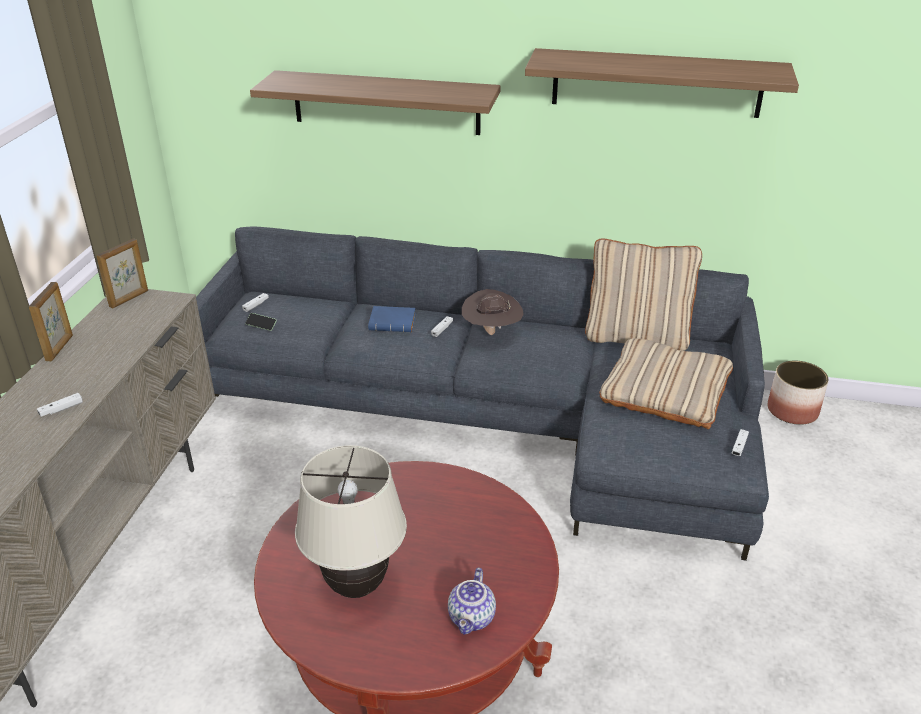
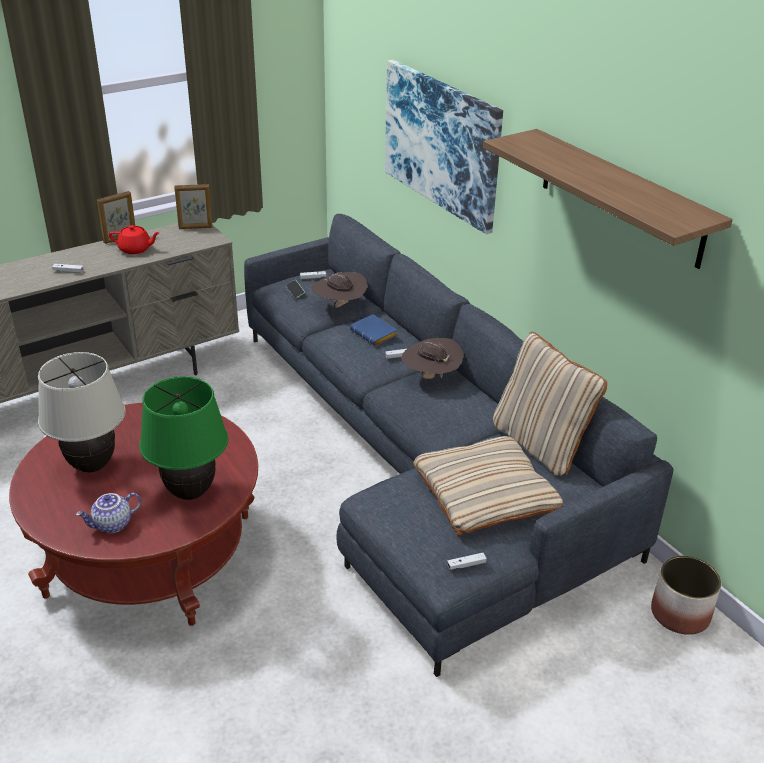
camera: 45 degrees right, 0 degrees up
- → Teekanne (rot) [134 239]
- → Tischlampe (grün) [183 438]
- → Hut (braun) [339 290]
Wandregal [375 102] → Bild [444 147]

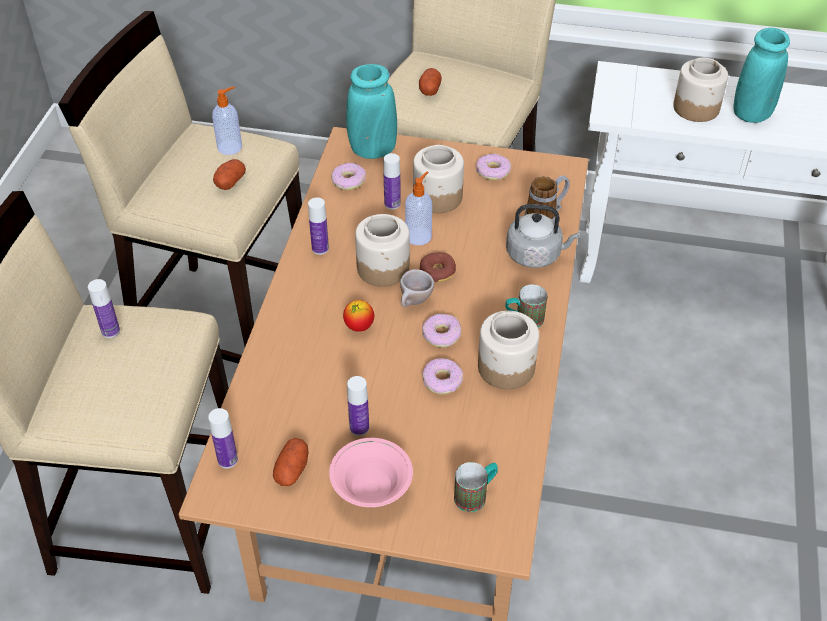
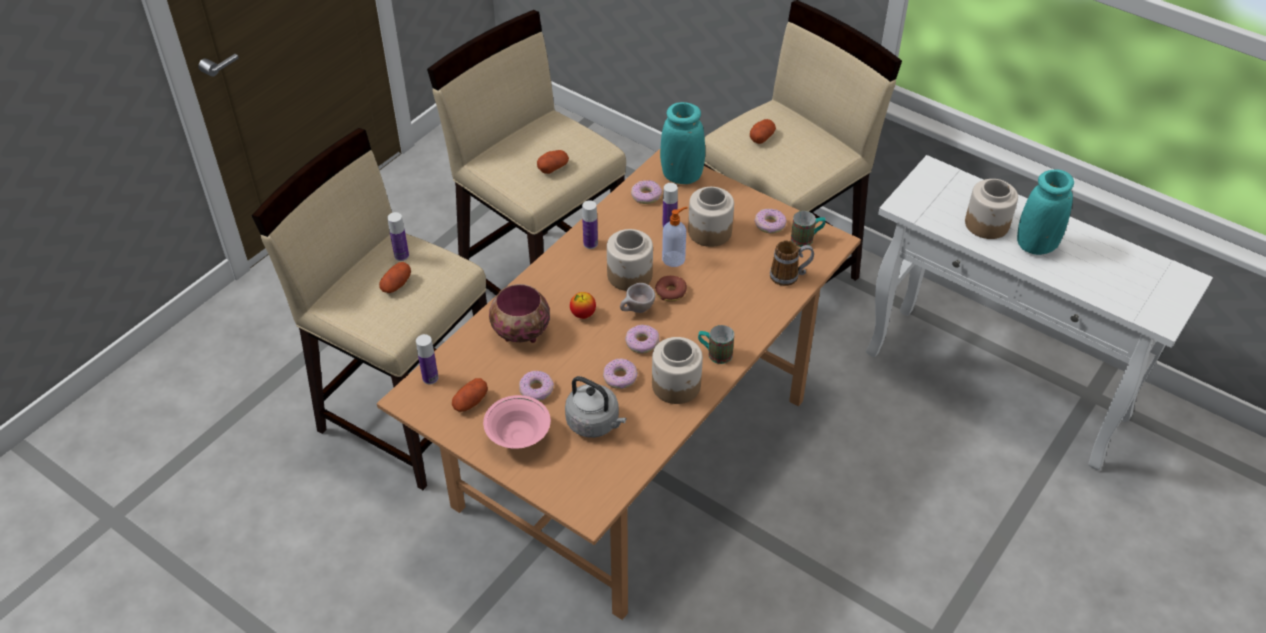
camera: 25 degrees right, 0 degrees up
Seifenspender [227 120] → -
- → Kartoffel [395 277]
- → Schüssel [519 313]
Henkelbecher [476 487] → Henkelbecher [808 229], move
Wasserkessel (grau) [543 236] → Wasserkessel (grau) [596 407], move
Flasche [358 406] → Donut [536 386]

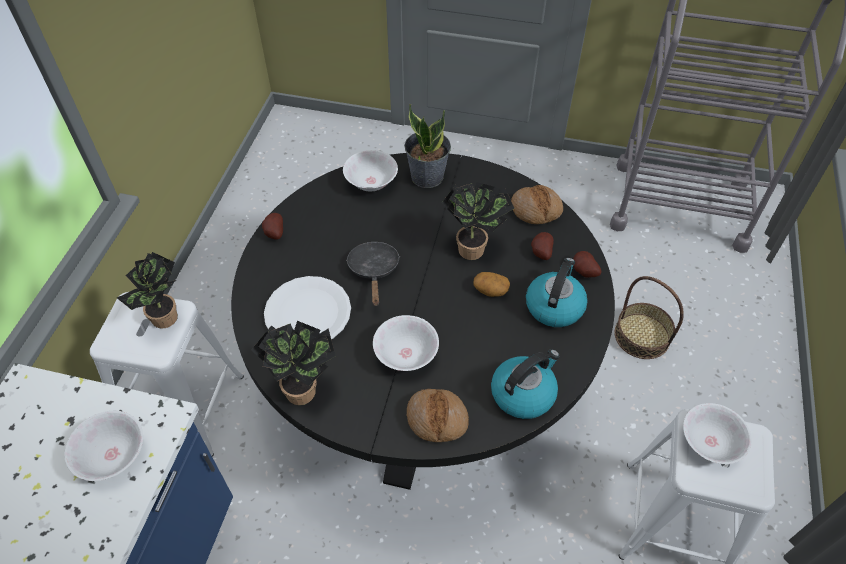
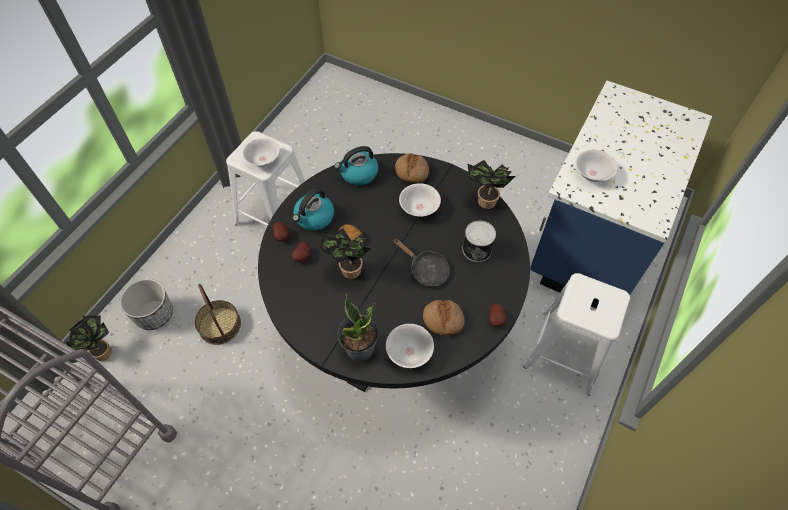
camera: 165 degrees left, 5 degrees up
- → Pflanzkübel [146 304]
Topfpflanze [147 290] → Topfpflanze [88 338], move
Brot [537 204] → Brot [444 317], move
Teller (weiß) [307 307] → Dose [479 241]
Pfanne (schwarz) [373 274] → Pfanne (schwarz) [421 263], 60 degrees counterclockwise

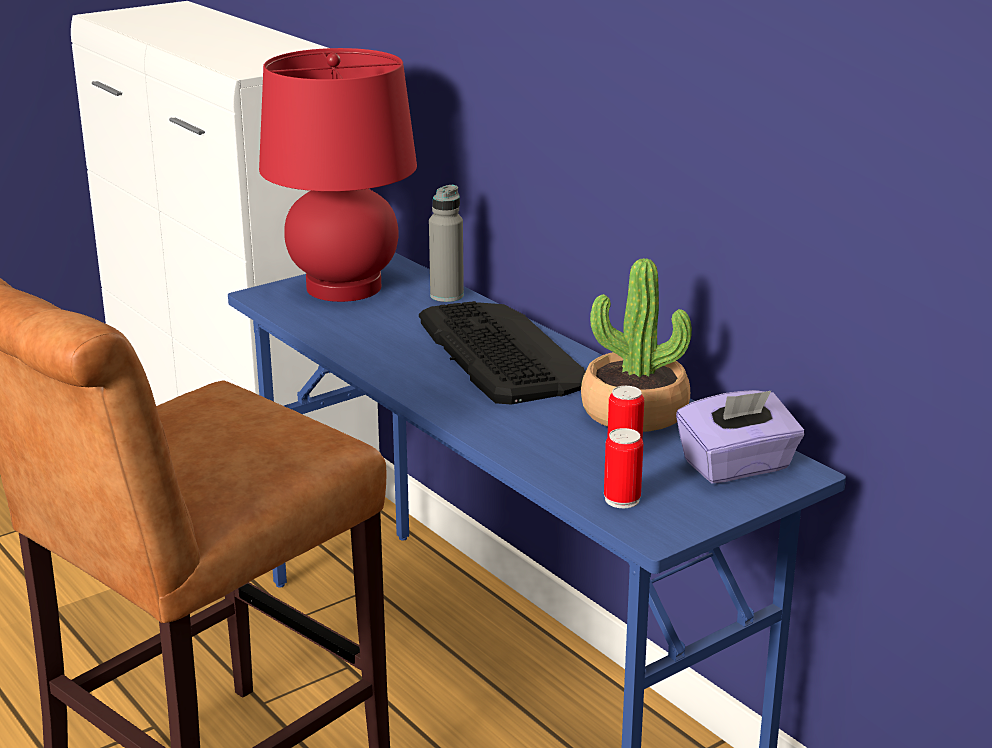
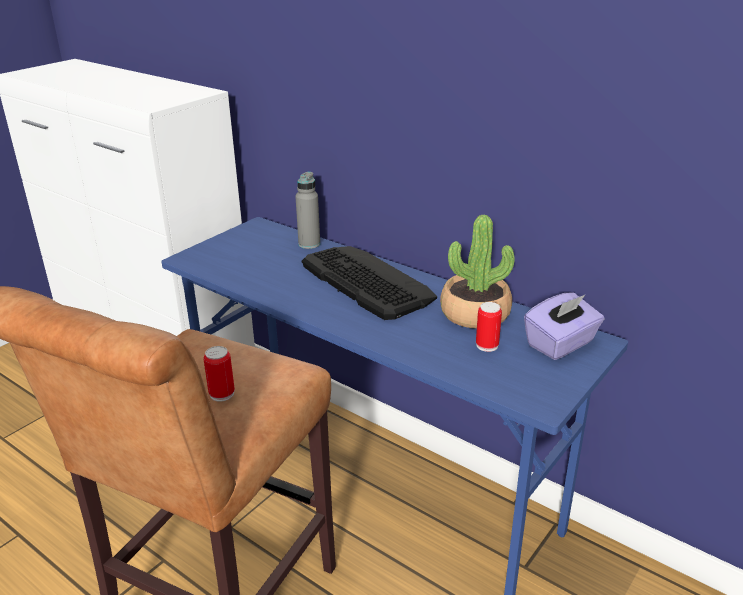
camera: 15 degrees left, 5 degrees up
Tischlampe (rot) [338 175] → -
Dose [623 468] → Dose [219 374], move

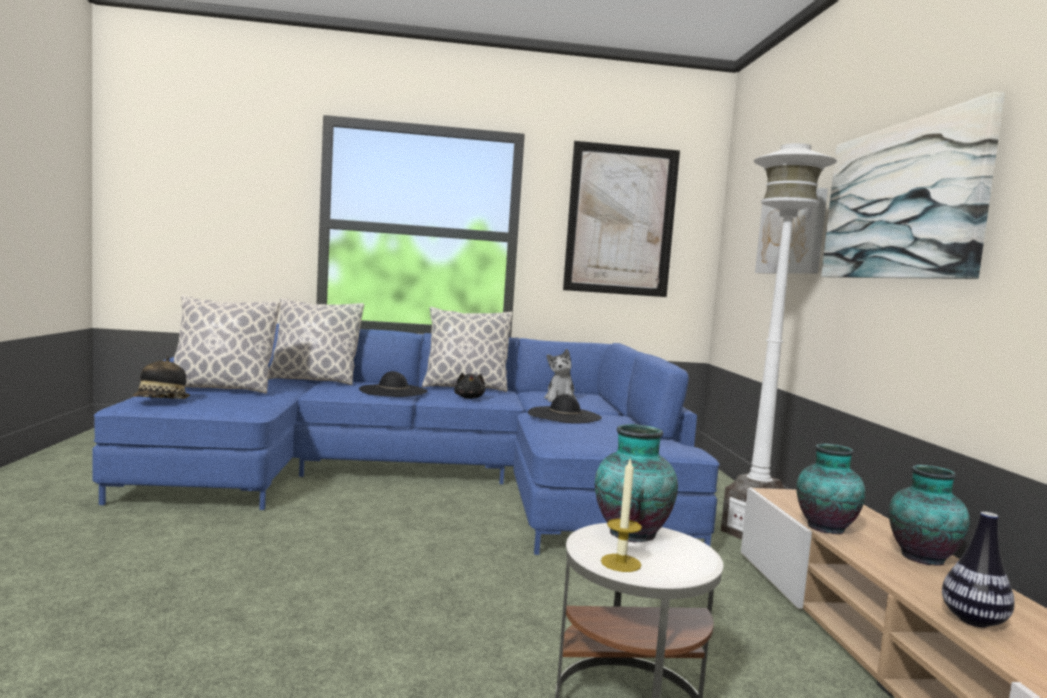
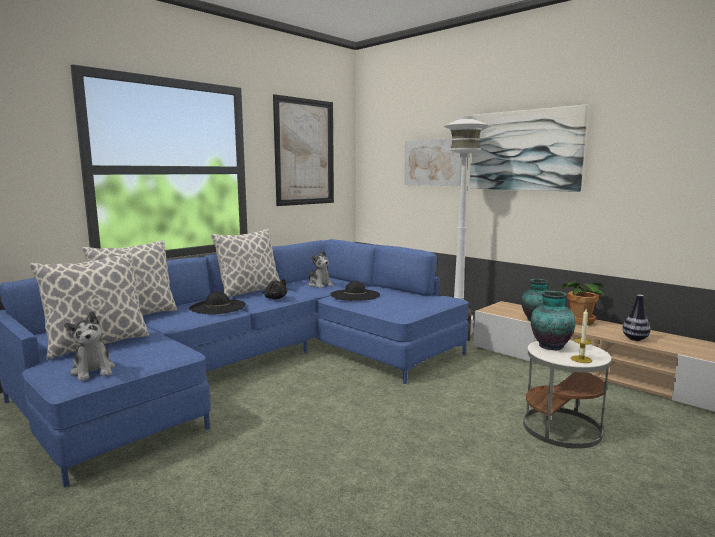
camera: 40 degrees left, 5 degrees up
Hut [161 377] → Plüschtier [89 346]
Vase [929 515] → Topfpflanze [583 303]

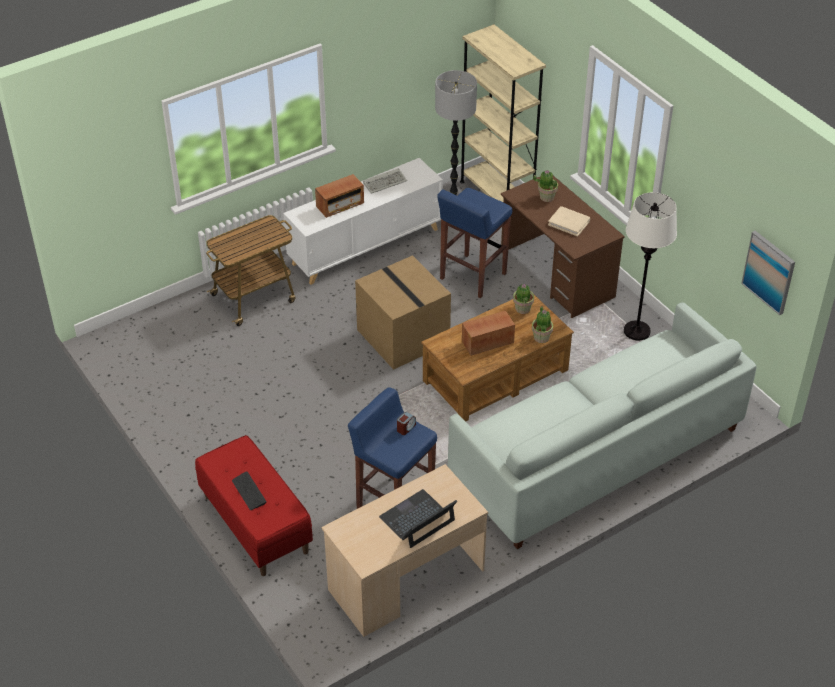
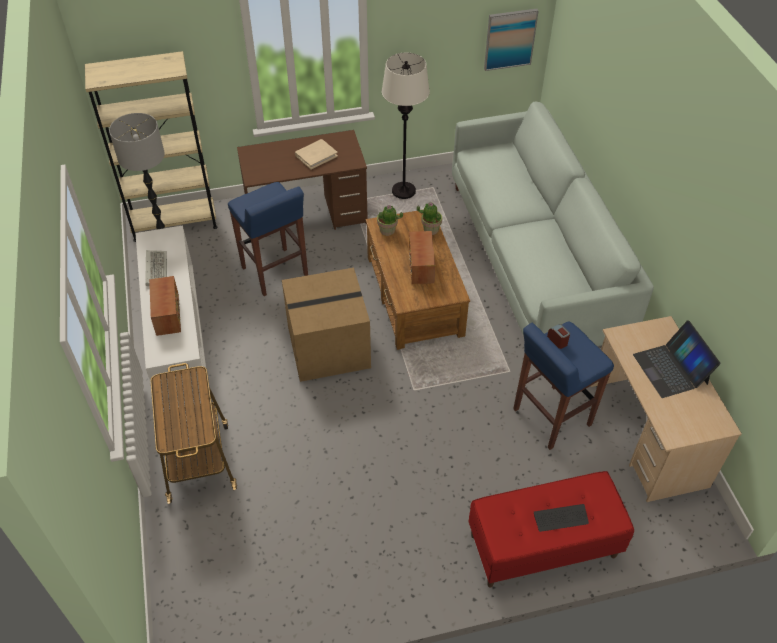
camera: 70 degrees left, 5 degrees up
Topfpflanze [545 186] → -

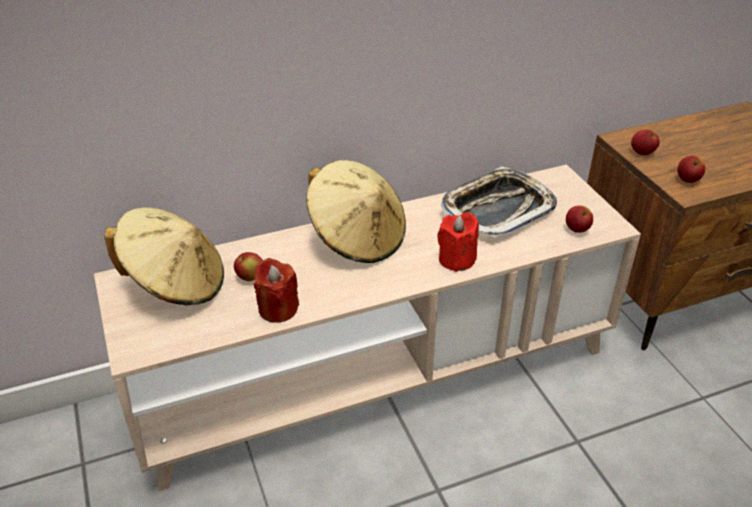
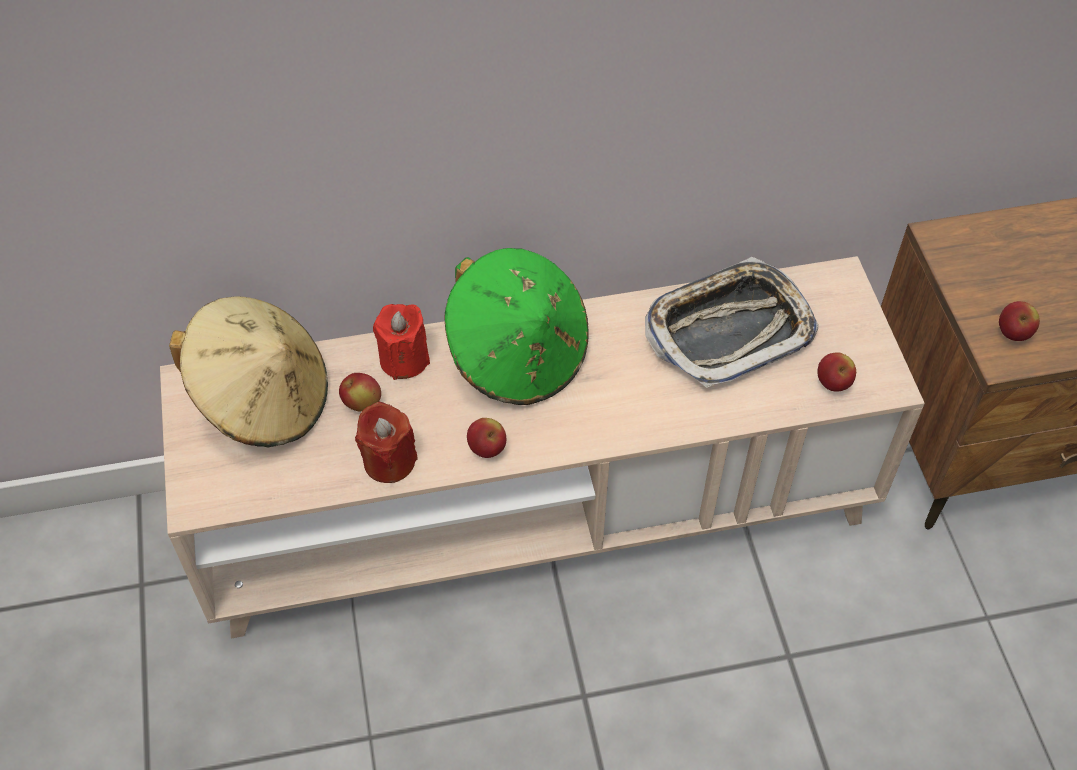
camera: 10 degrees right, 15 degrees up
Kerze (rot) [458 242] → Kerze (rot) [401 342], move
Apfel [645 142] → Apfel [486 438], move
Hut (beige) [356 211] → Hut (grün) [517 326]

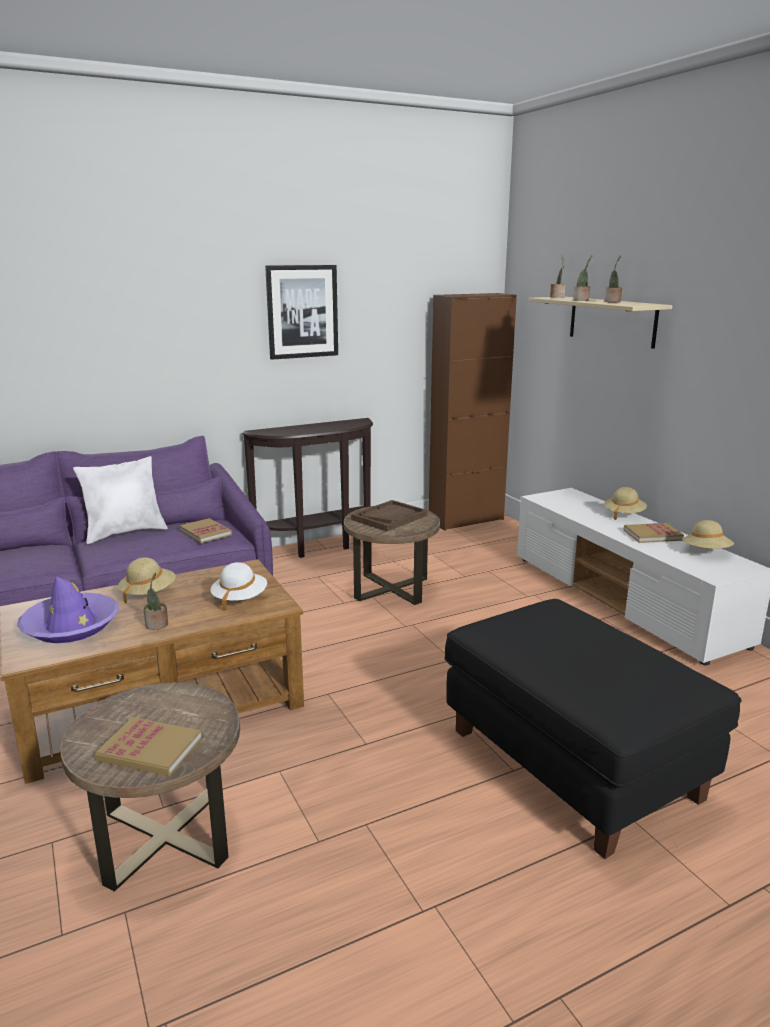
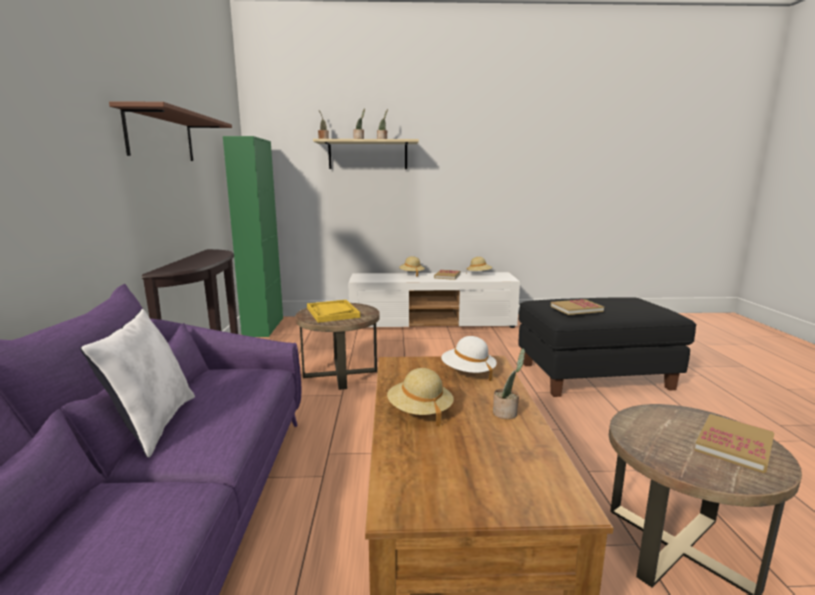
camera: 65 degrees left, 5 degrees down
Hut (lila) [68 609] → -
Buch [205 530] → Buch [577 307], move
Bild [301 312] → Wandregal (braun) [170 131]
Tablett (braun) [389 515] → Tablett (gelb) [334 311]
Schrank (braun) [473 412] → Schrank (grün) [253 236]

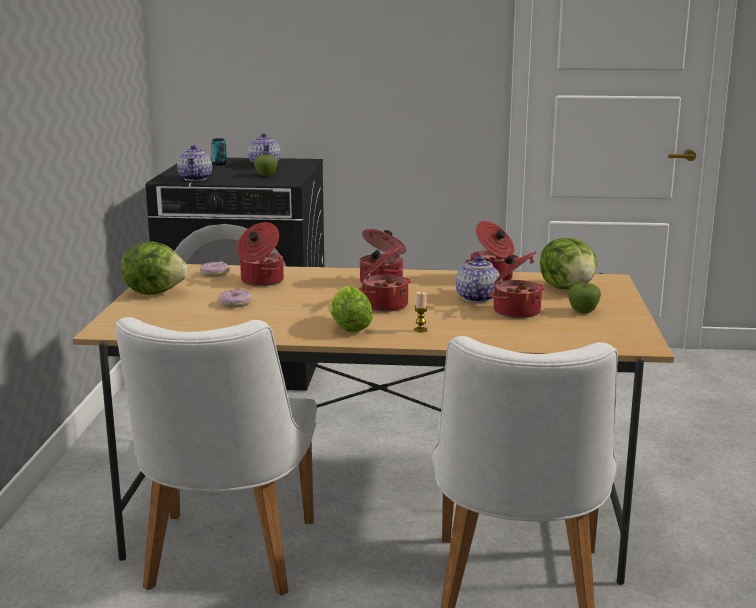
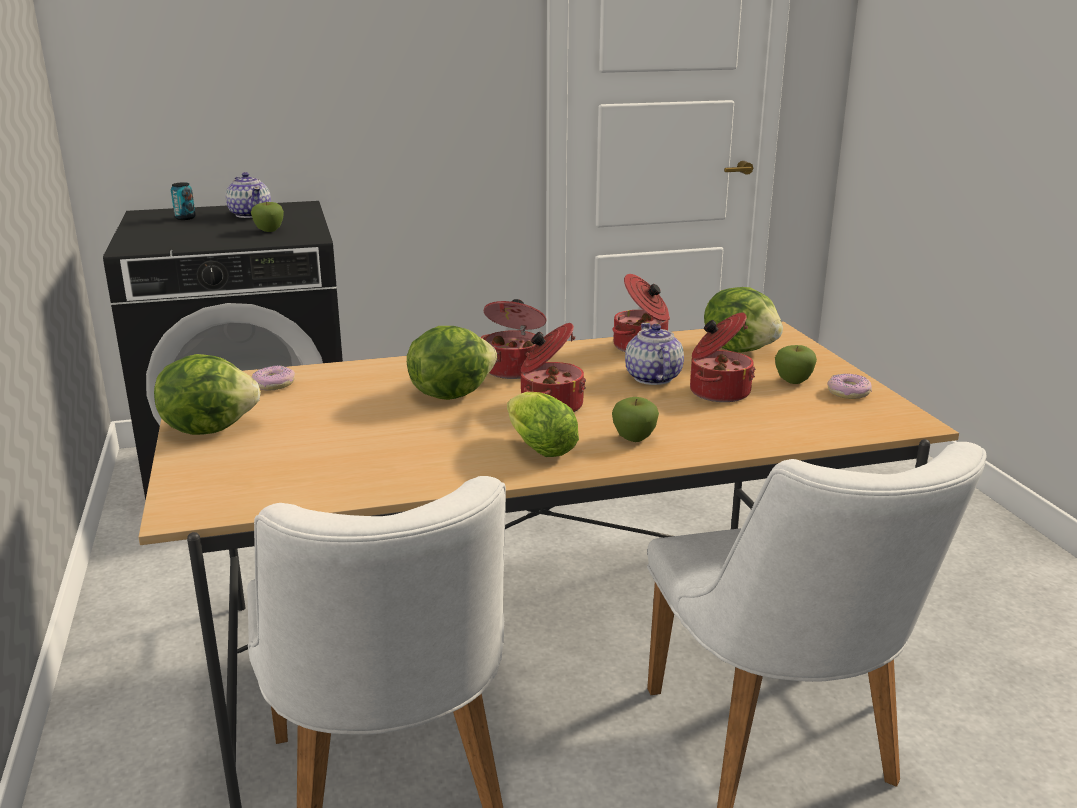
camera: 20 degrees left, 5 degrees up
Teekanne [194 163] → -
Kochtopf [260 254] → -
- → Salatkopf [452 363]
Donut [235 299] → Donut [849 386], move
Kerze [421 312] → Apfel [635 419]

